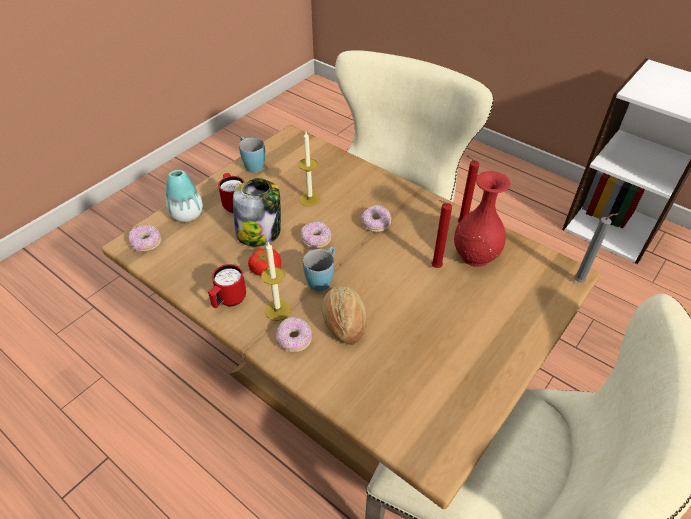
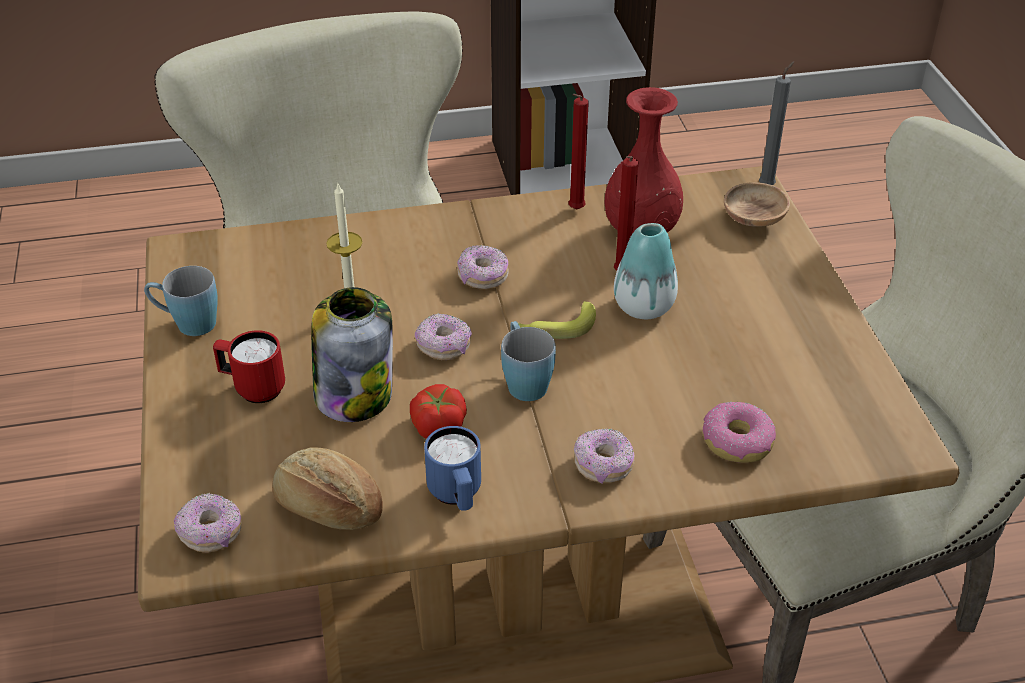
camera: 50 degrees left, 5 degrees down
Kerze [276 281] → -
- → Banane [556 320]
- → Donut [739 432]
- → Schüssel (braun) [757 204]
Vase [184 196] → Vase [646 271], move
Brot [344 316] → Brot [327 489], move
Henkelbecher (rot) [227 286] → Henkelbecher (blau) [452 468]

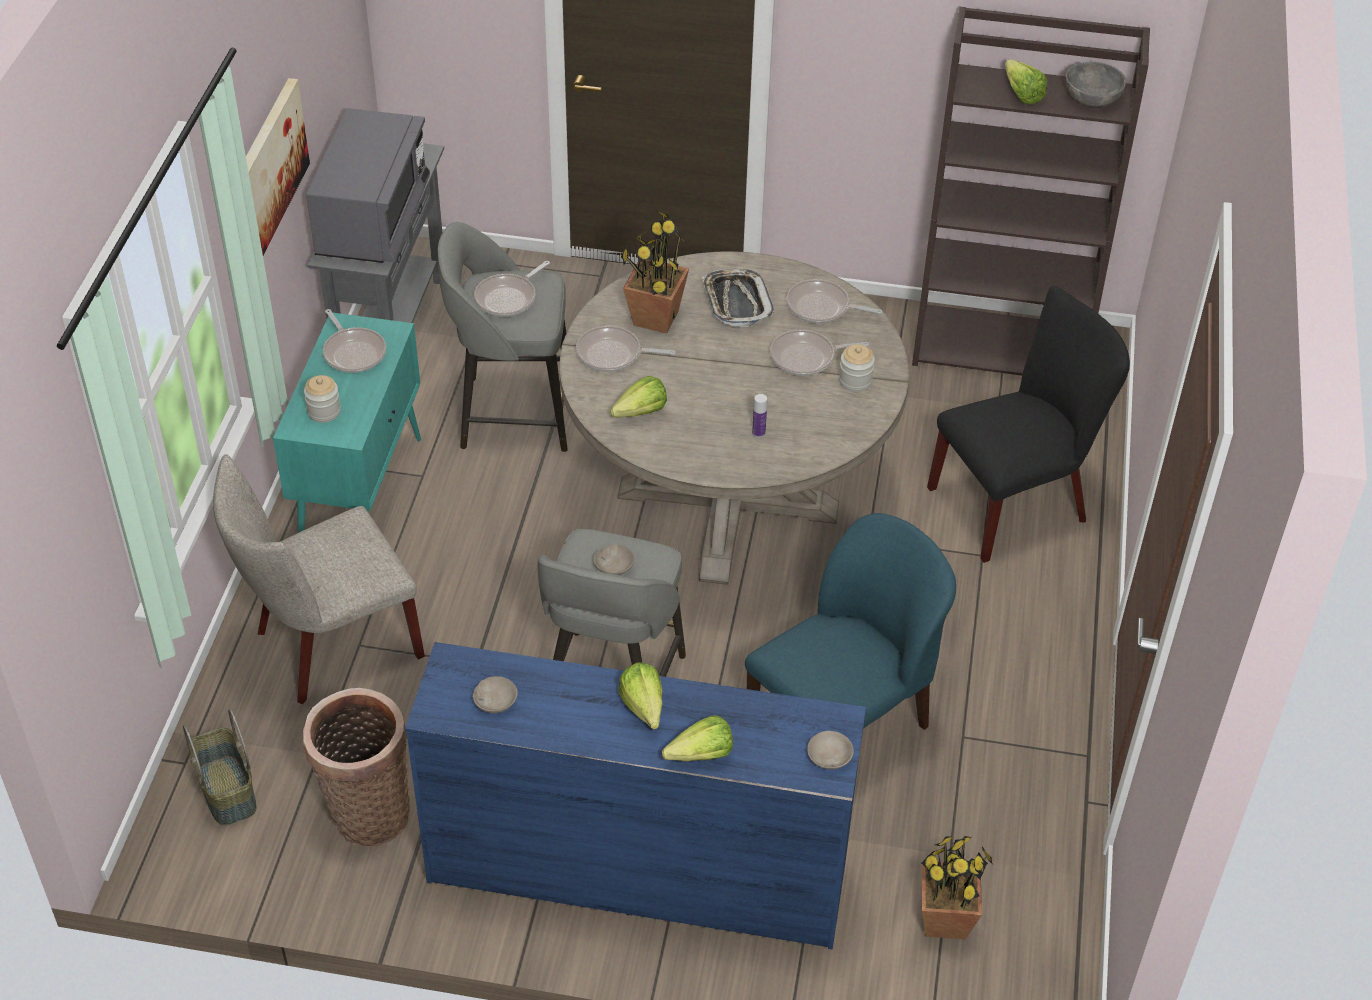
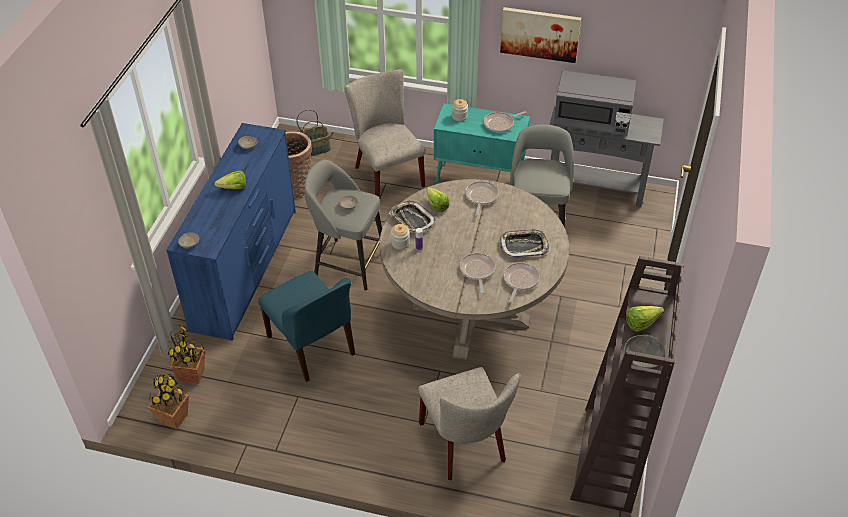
camera: 95 degrees right, 0 degrees up
Pfanne [512 289] → -
Salatkopf [697 738] → -
- → Tablett [412 217]
Topfpflanze [655 272] → Topfpflanze [168 401], move
Vorratsglas [857 368] → Vorratsglas [400 237], move
Stuhl (schwarz) [1028 424] → Stuhl (beige) [469 424]

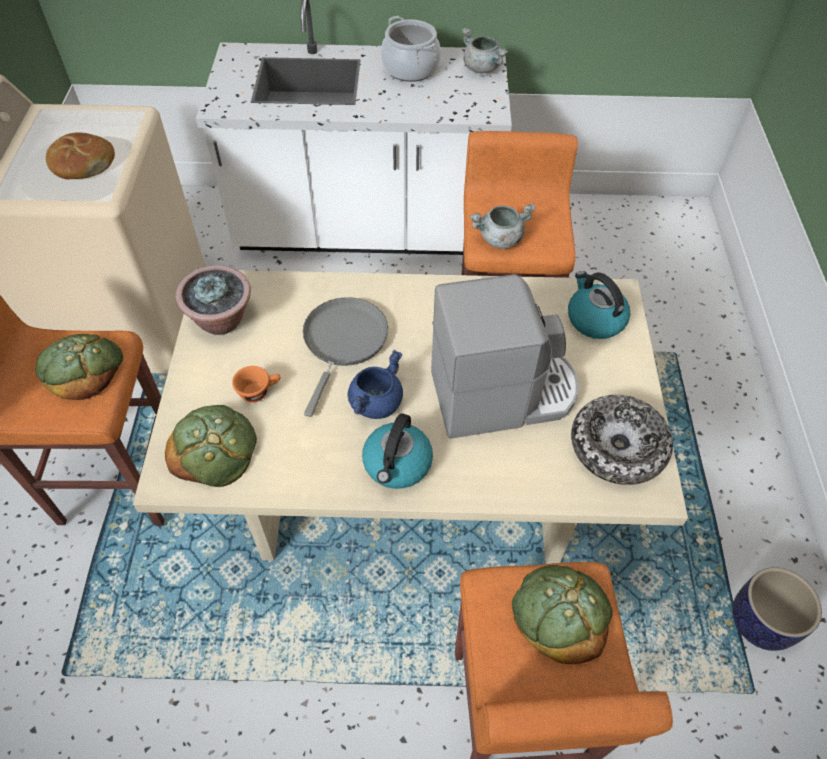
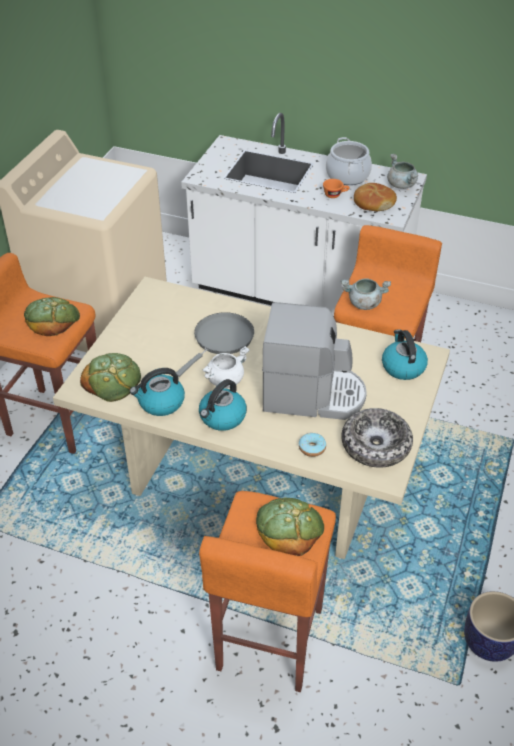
camera: 20 degrees right, 10 degrees down
Topfpflanze [213 300] → -
- → Wasserkessel [157 392]
- → Donut [312 445]
Brot [80 156] → Brot [375 197], move
Tasse (orange) [256 384] → Tasse (orange) [336 188], move
Kochtopf (blau) [375 384] → Kochtopf (weiß) [225 367]

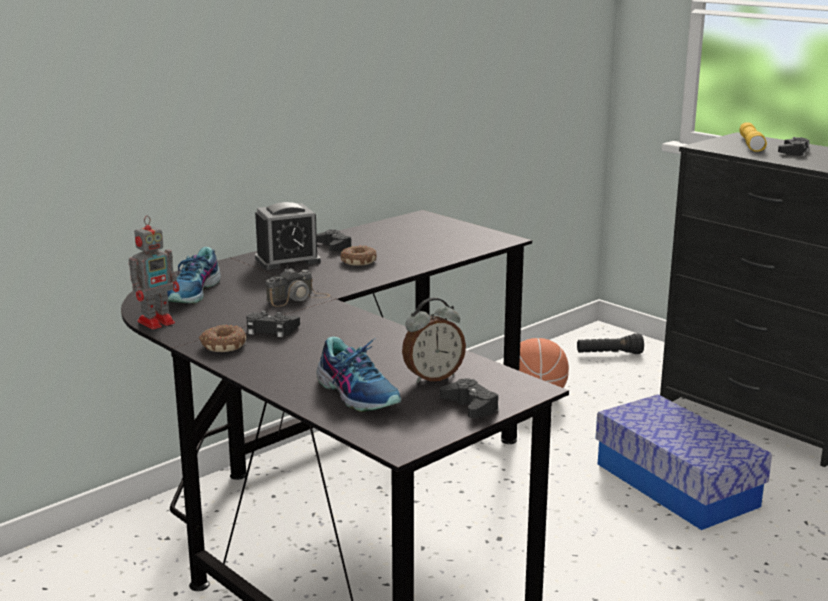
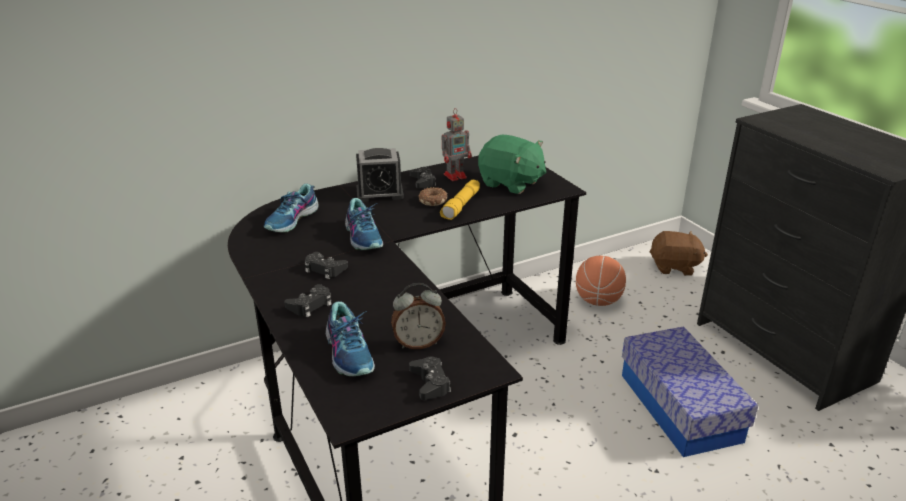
camera: 15 degrees right, 10 degrees up
Donut [223 338] → -
- → Plüschtier (grün) [512 164]
Spielzeugroboter [154 272] → Spielzeugroboter [456 144], move
Taschenlampe (gelb) [753 137] → Taschenlampe (gelb) [460 200], move
Gamepad (schwarz) [794 146] → Gamepad (schwarz) [308 300], move
Kamera [298 287] → Schuh [364 224]
Taschenlampe (schwarz) [610 343] → Plüschtier (braun) [679 253]

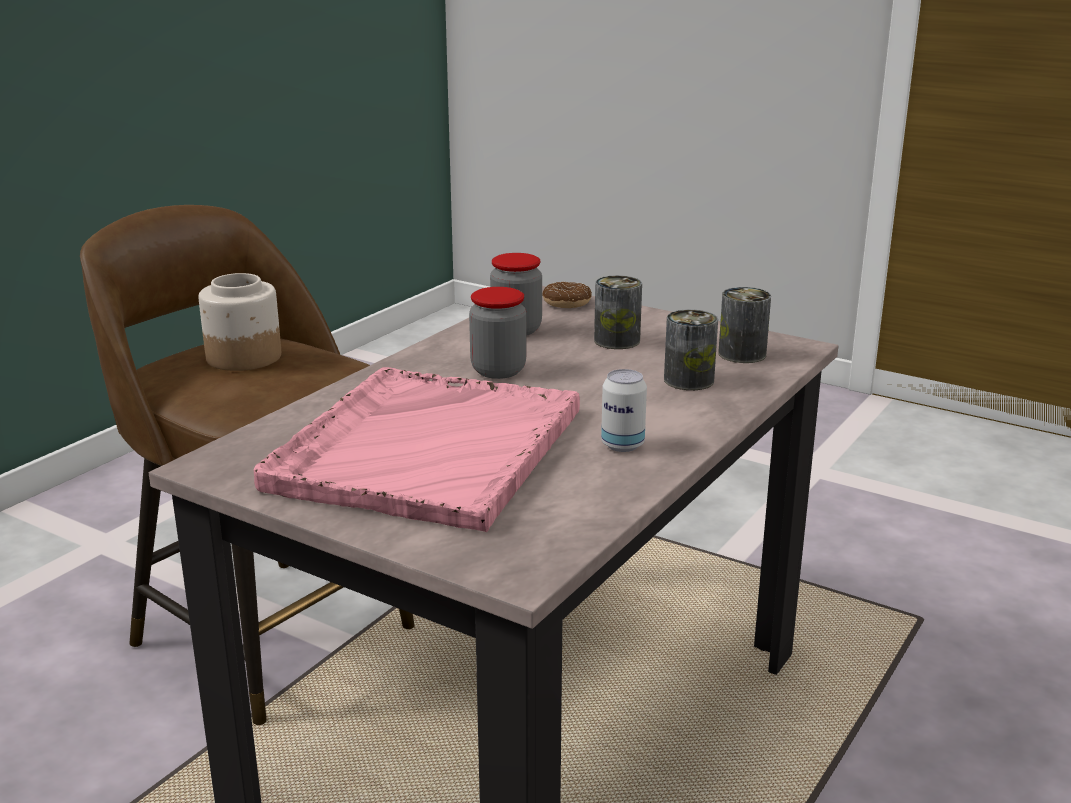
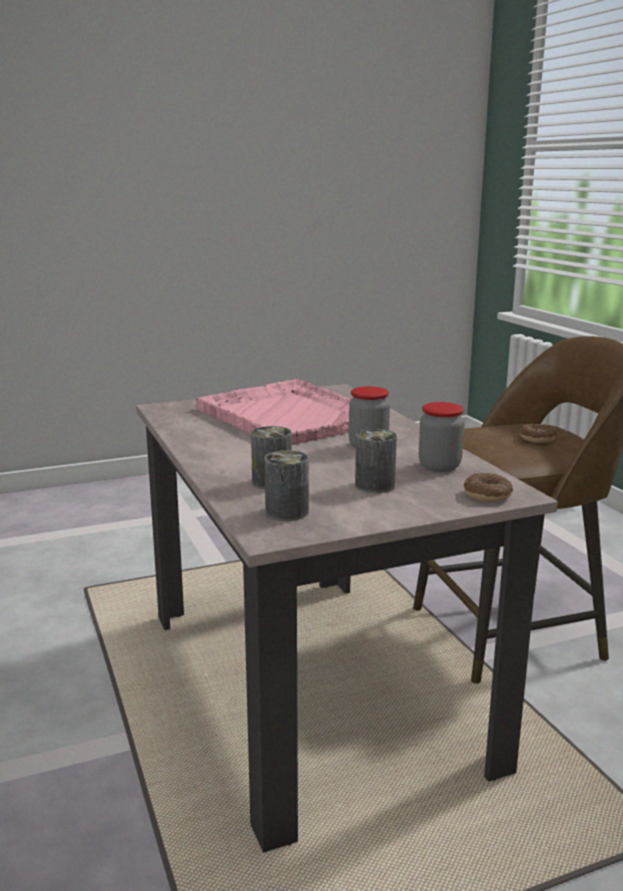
camera: 125 degrees right, 5 degrees down
Dose [624 410] → -
Vorratsglas [240 322] → Donut [538 433]

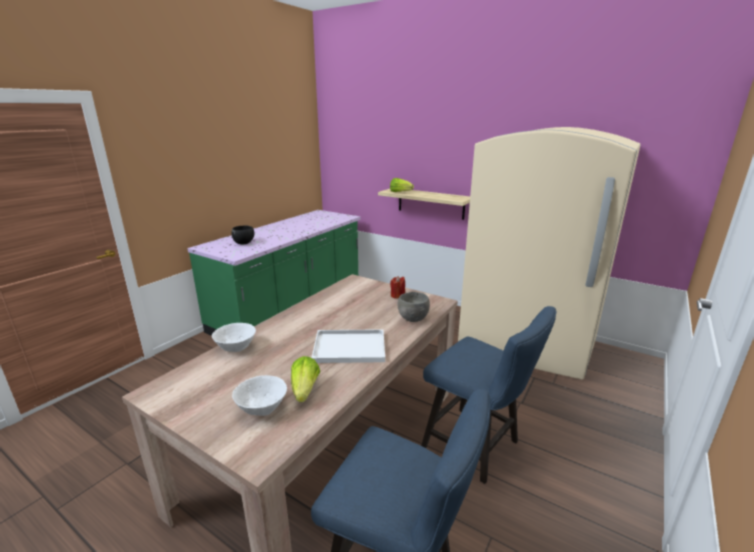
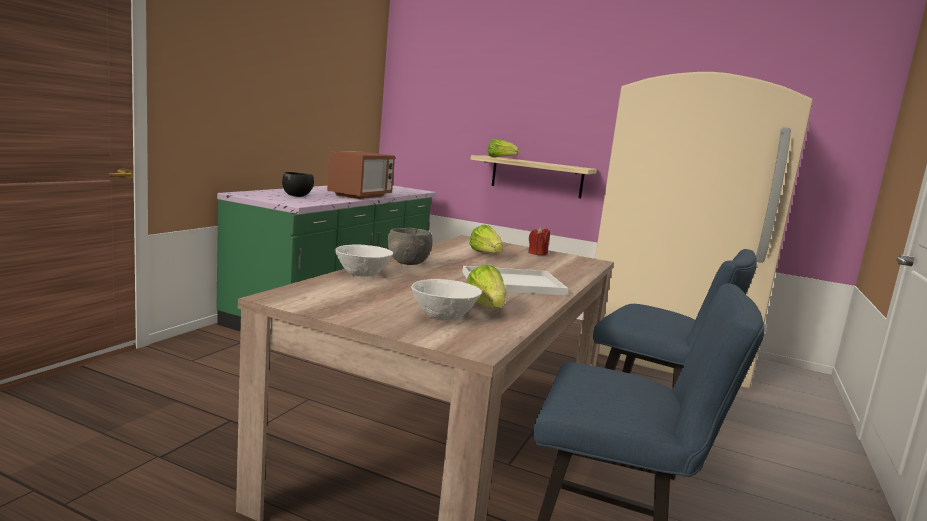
camera: 10 degrees left, 10 degrees down
- → Mikrowelle [361 175]
- → Salatkopf [486 239]
Schüssel (grau) [413 307] → Schüssel (grau) [410 246], move

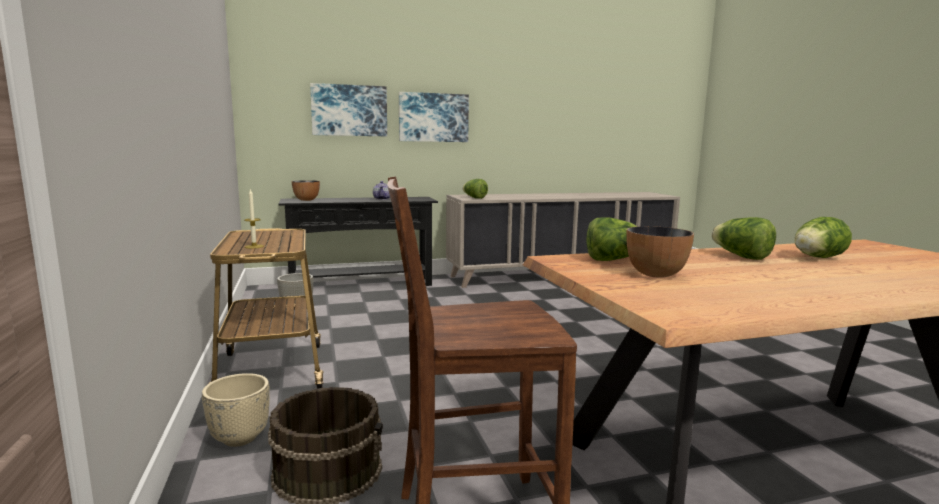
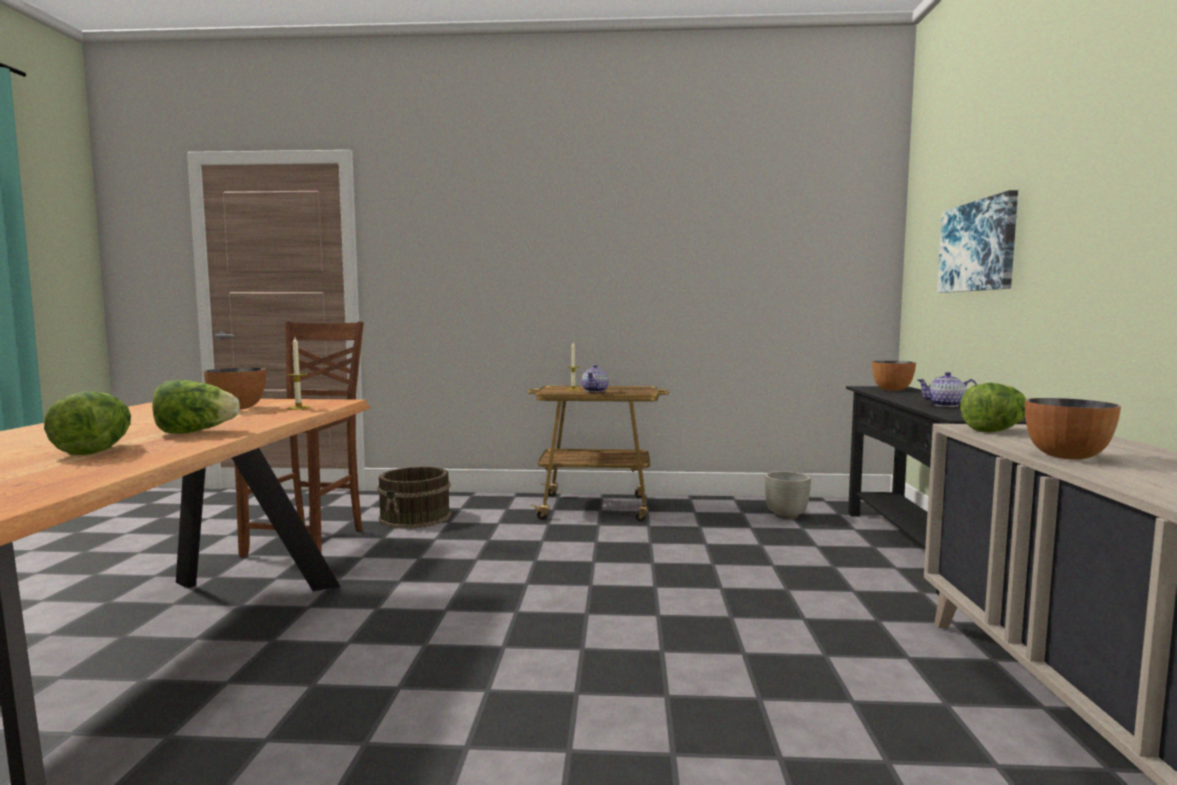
camera: 110 degrees right, 5 degrees down
Pflanzkübel (beige) [236 410] → -
Bild [434 117] → -
- → Teekanne [595 378]
- → Schüssel [1073 429]
Salatkopf [611 239] → Kerze [299 373]

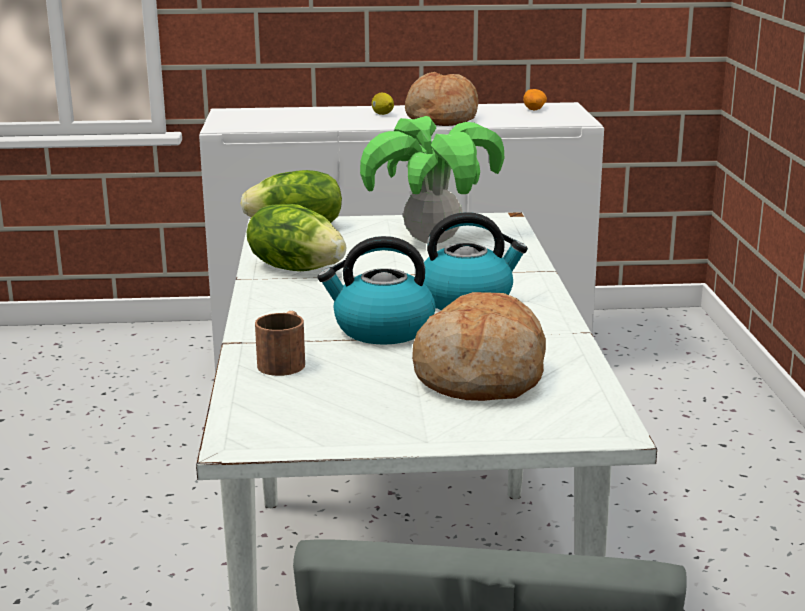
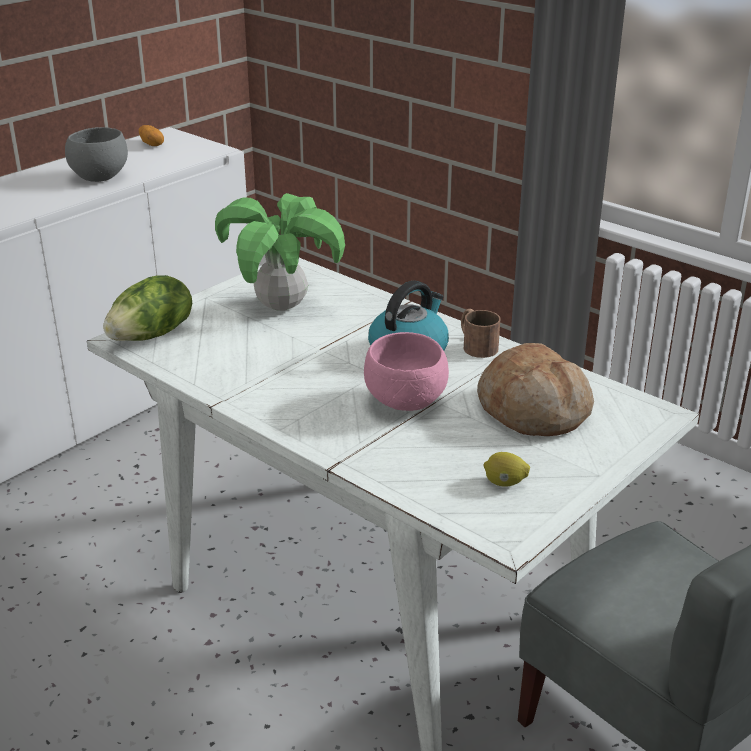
camera: 45 degrees left, 10 degrees up
Salatkopf [296 237] → -
Henkelbecher (braun) [280 343] → Henkelbecher (braun) [480 333], move
Zitrone [383 104] → Zitrone [507 469], move
Wasserkessel [376 290] → Schüssel (rosa) [406 371]
Brot [441 99] → Schüssel (grau) [96 154]

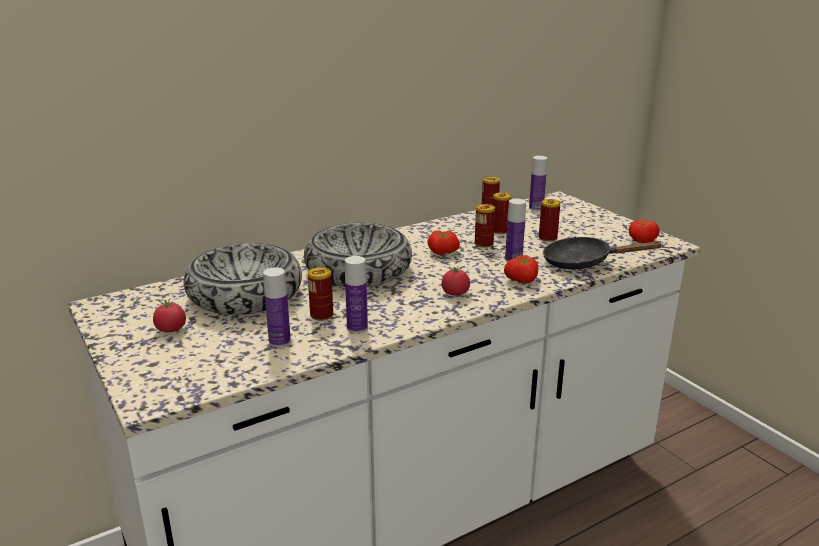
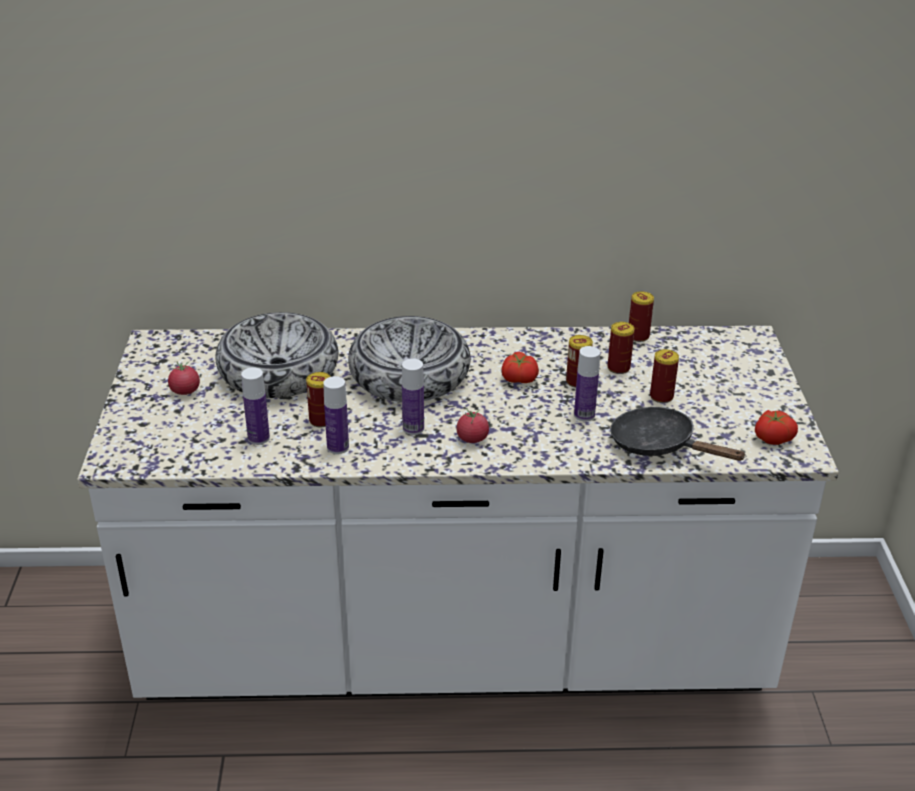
camera: 30 degrees right, 10 degrees up
Tomate [521 269] → -
Flasche [538 183] → Flasche [413 397], move

